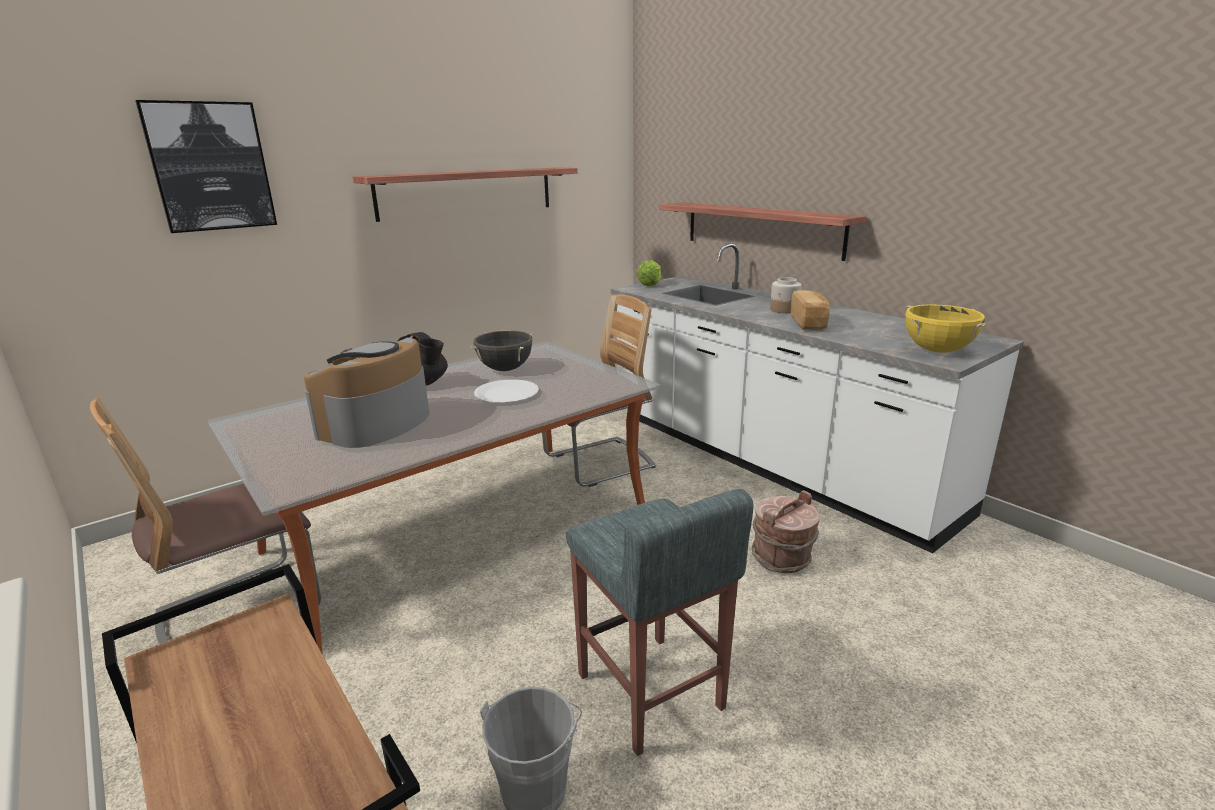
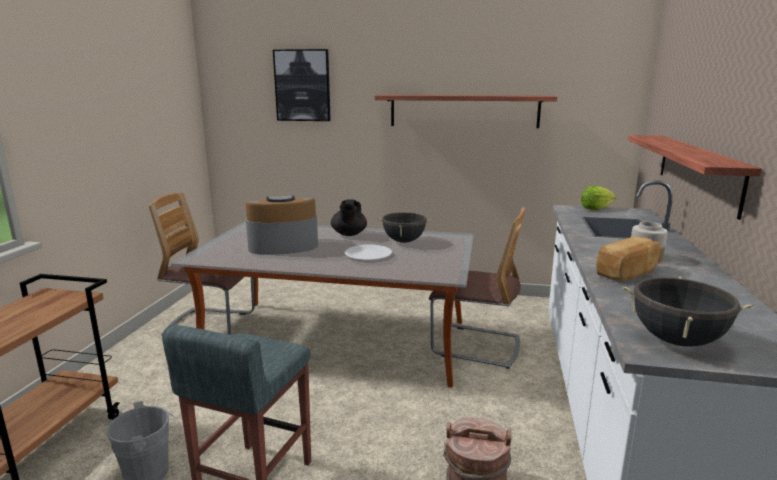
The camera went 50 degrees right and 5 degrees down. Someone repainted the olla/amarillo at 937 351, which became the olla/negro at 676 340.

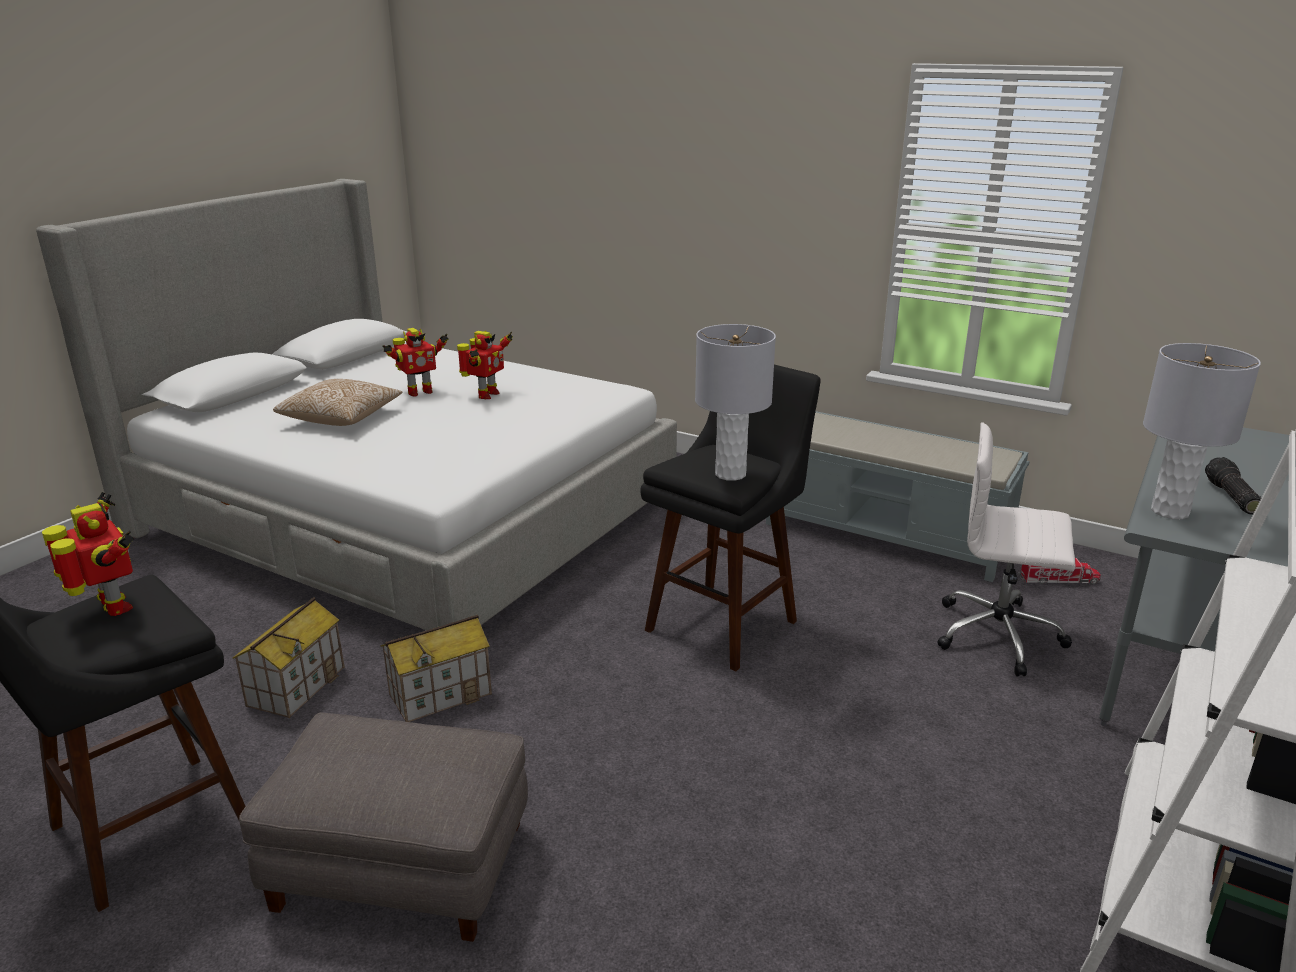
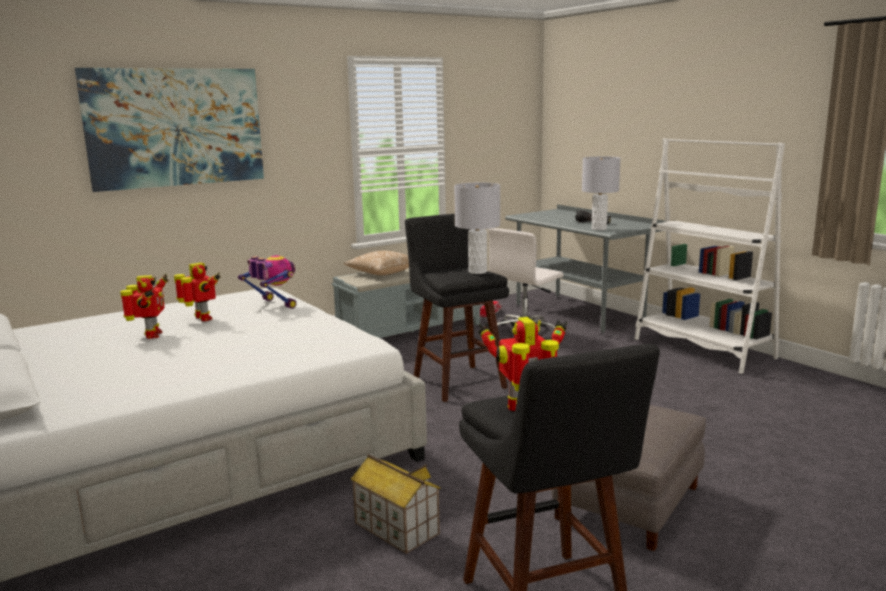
The camera went 65 degrees left and 10 degrees down. Someone took away the casita at 441 693. Someone put up the cuadro at 176 127. Someone put down the robot de juguete at 273 305. Someone carried the cojín from 341 418 to 381 273.

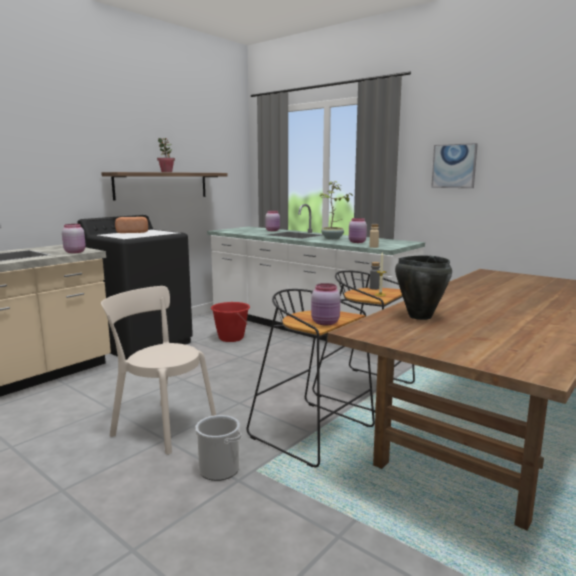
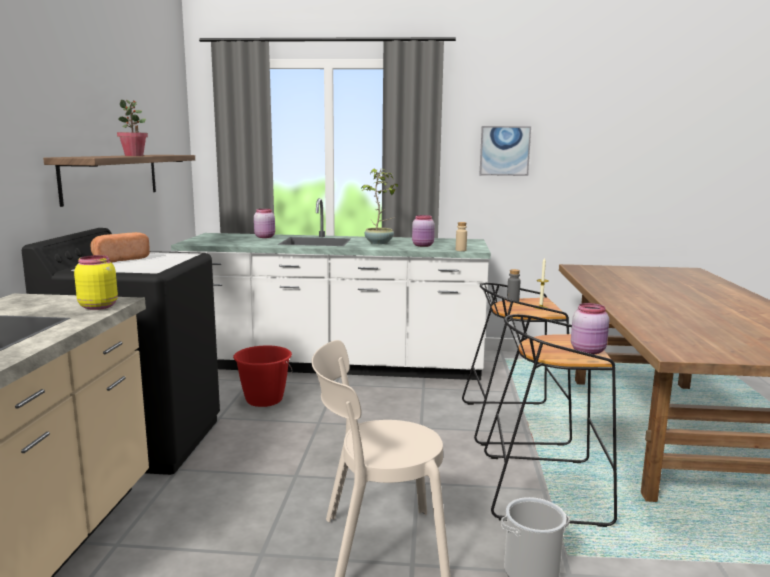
The camera went 35 degrees left and 0 degrees up. Someone took away the olla/negro at 419 316. Someone repainted the tarro/rosa at 75 252, which became the tarro/amarillo at 98 306.

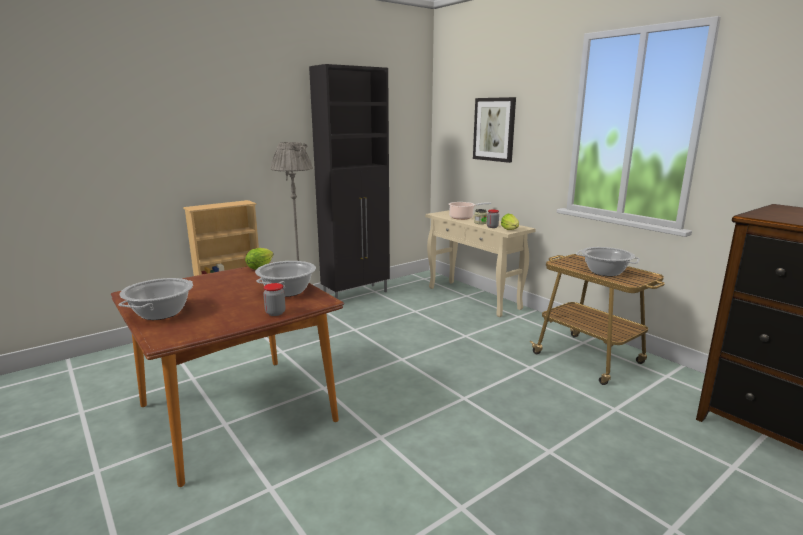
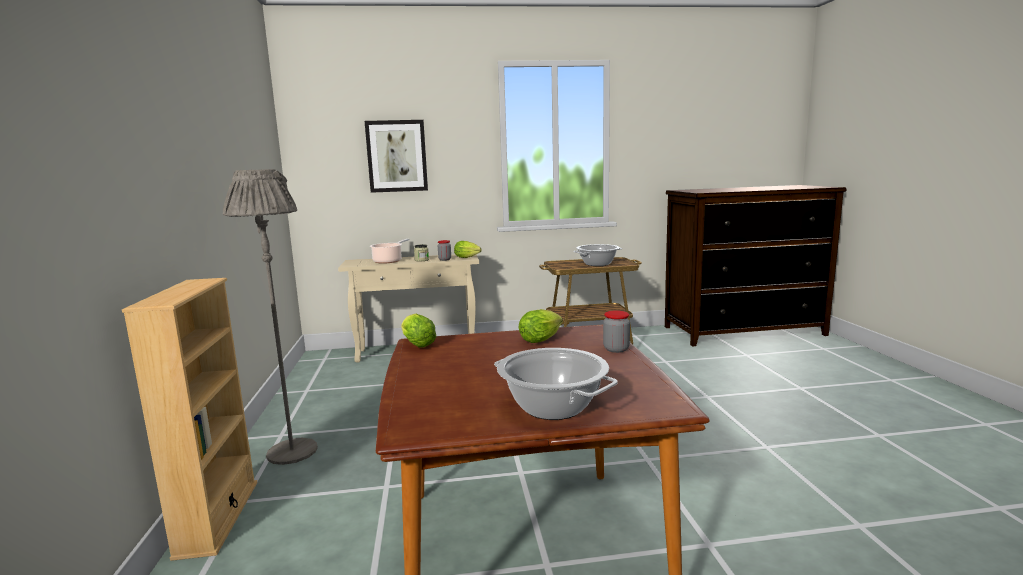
The camera went 60 degrees left and 5 degrees down. Someone took away the armario/negro at 357 294. Someone swapped the olla at 287 291 for the lechuga at 542 339.

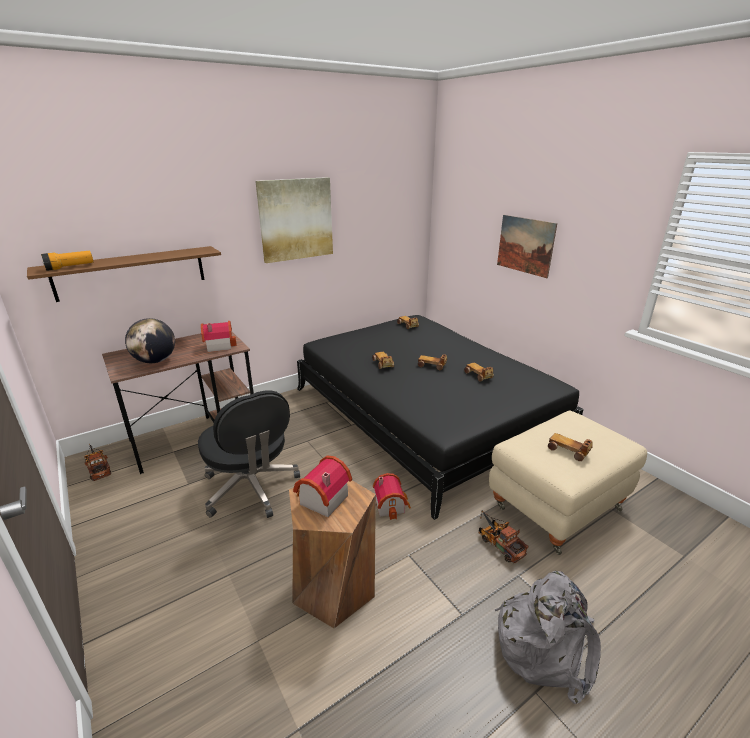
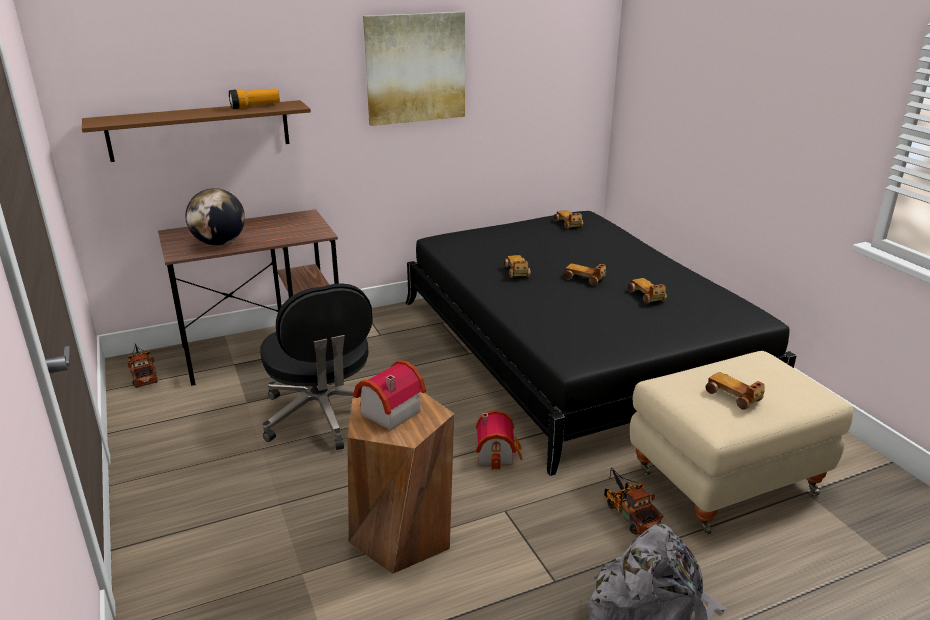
The camera went 10 degrees right and 0 degrees up. Someone took away the casita at 218 345. Someone took away the cuadro at 525 245. Someone carried the linterna from 70 267 to 255 106.

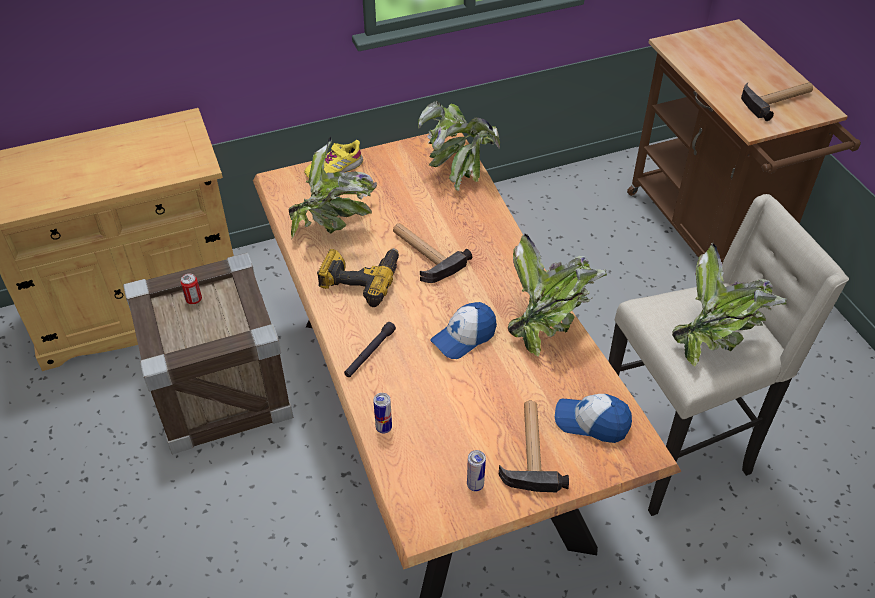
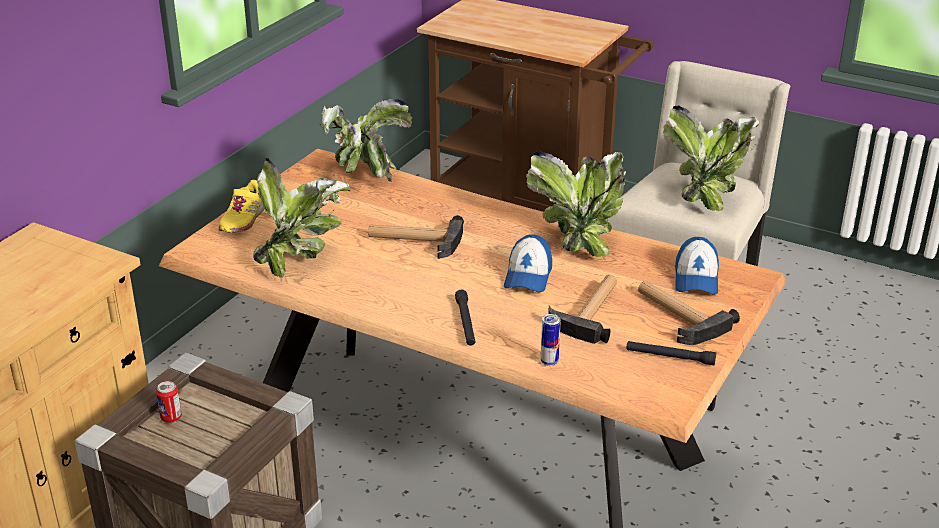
The camera went 40 degrees left and 15 degrees down. Someone took away the taladro at 360 279. Someone carried the martillo from 778 100 to 591 311. Someone swapped the lata at 475 485 for the linterna/negro at 670 357. Someone rotated the gorra at 592 422 by 60 degrees counterclockwise.

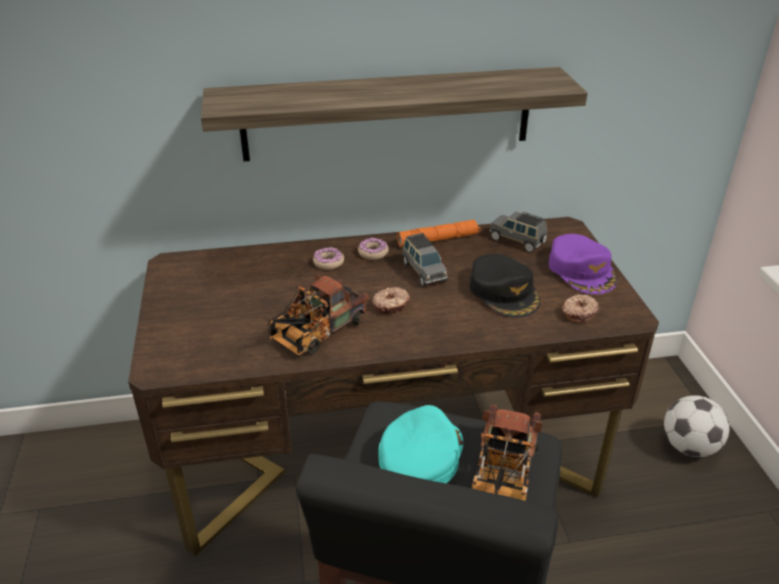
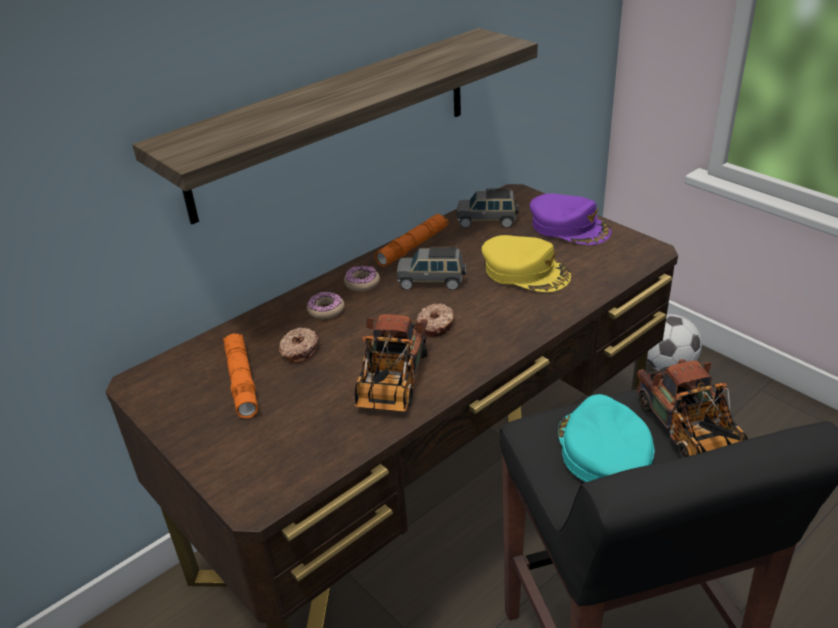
The camera went 30 degrees left and 0 degrees up. Someone put down the linterna/naranja at 241 381. Someone carried the rosquilla from 578 313 to 299 350. Someone repainted the gorra/negro at 504 292, which became the gorra/amarillo at 525 271. Someone rotated the coche de juguete/gris at 423 272 by 150 degrees clockwise.

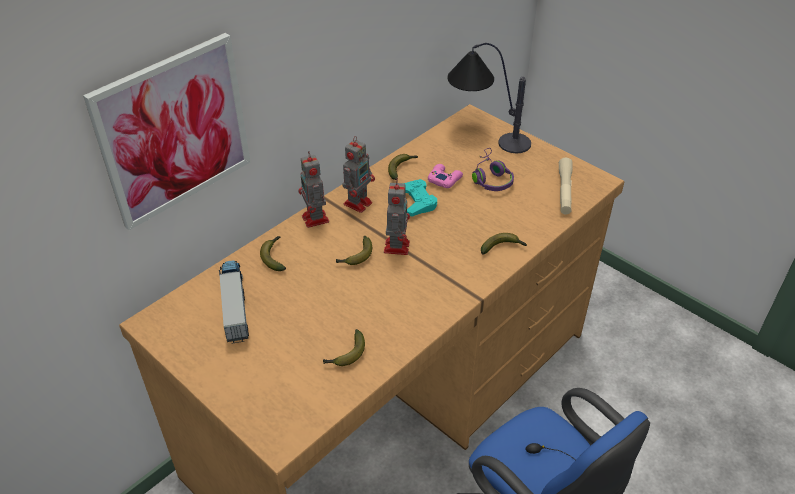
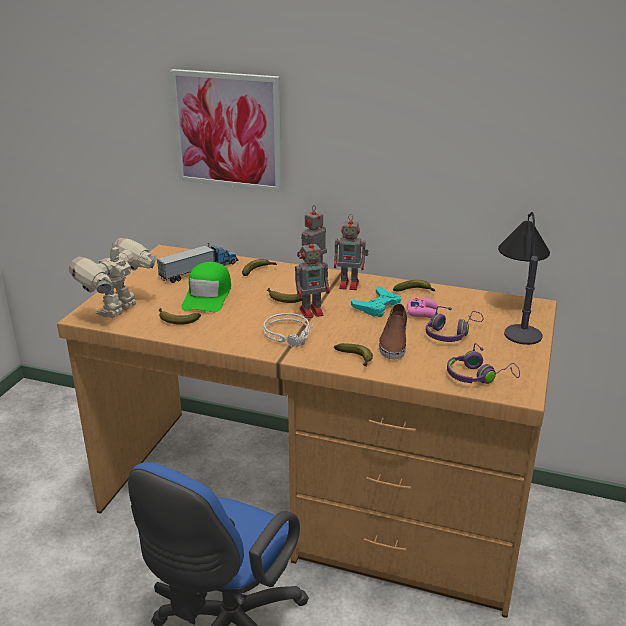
The camera went 65 degrees right and 15 degrees down. Someone put down the robot de juguete at 120 311. Someone put down the gorra/verde at 208 296. Someone put down the auriculares/gris at 290 335. Someone put down the zapato/marrón at 393 341. Someone swapped the linterna/beis at 564 191 for the auriculares/morado at 478 376.

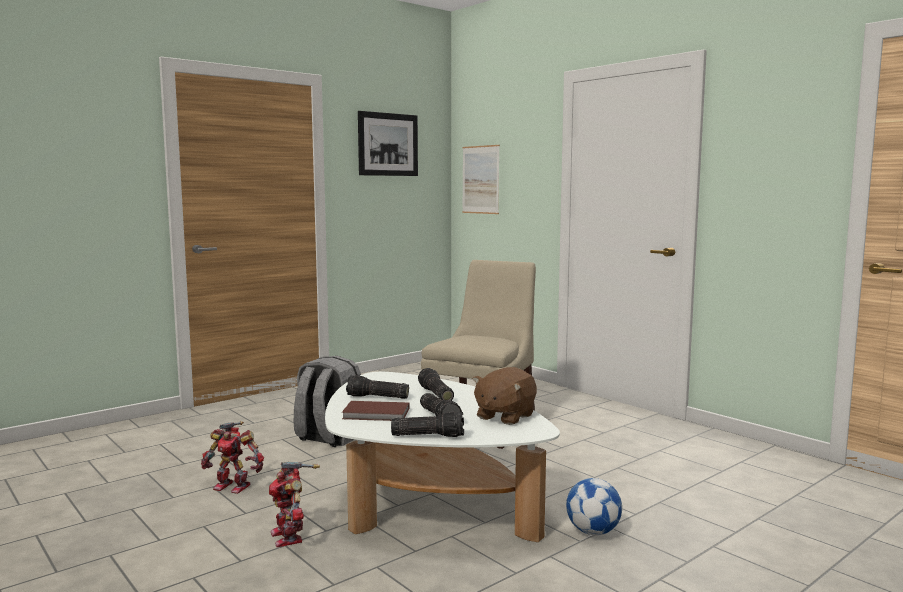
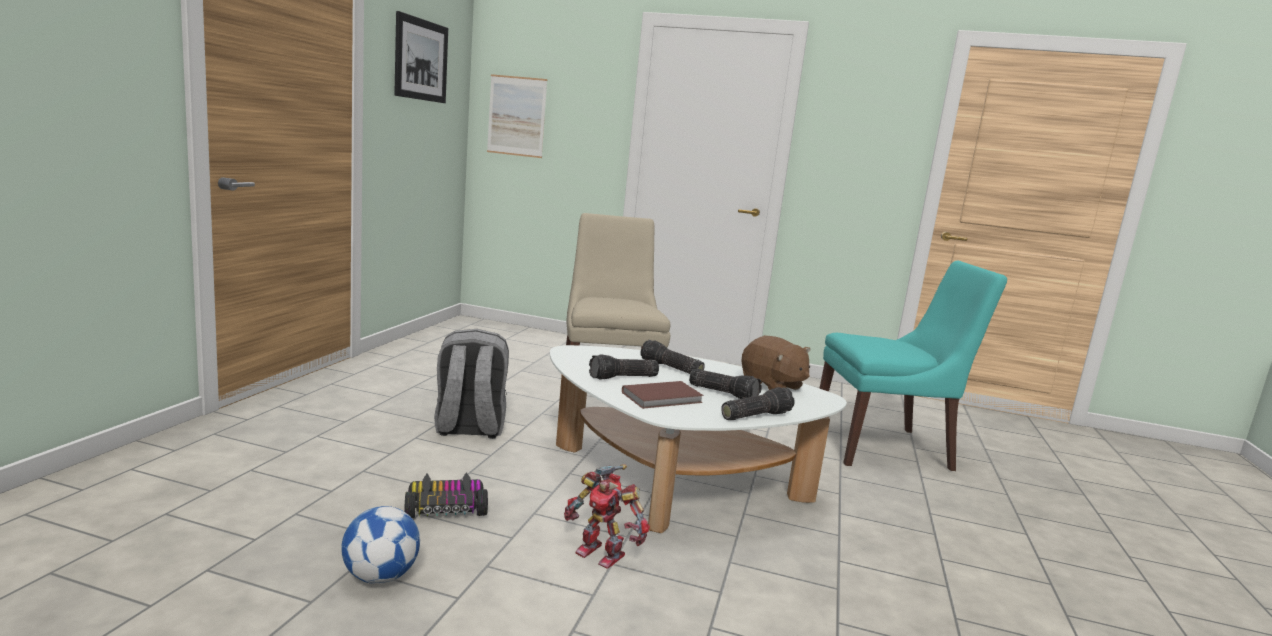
The camera went 35 degrees left and 5 degrees up. Someone put down the silla/turquesa at 885 447. Someone carried the balón de fútbol from 593 531 to 380 576. Someone swapped the robot de juguete at 233 486 for the coche de juguete at 445 508. Someone rotated the peluche/marrón at 504 416 by 45 degrees counterclockwise.

